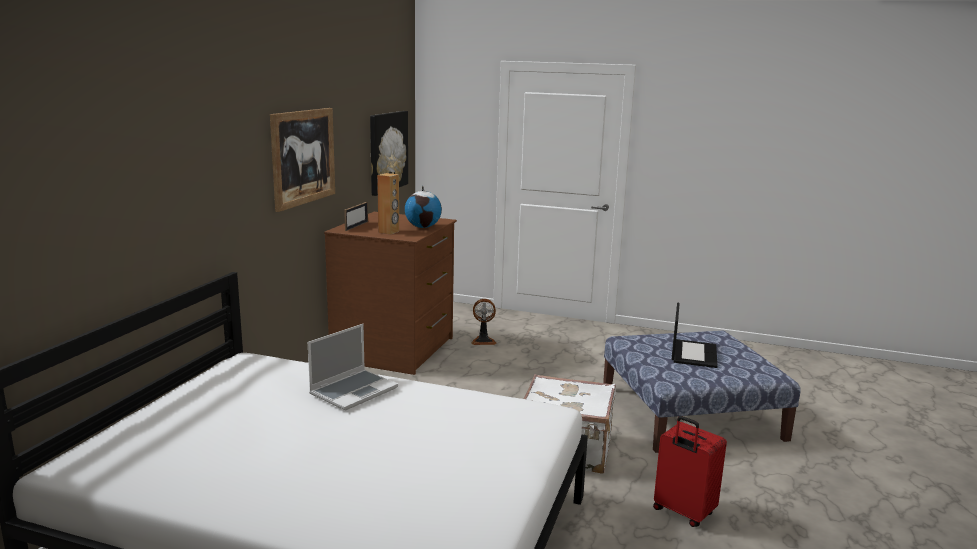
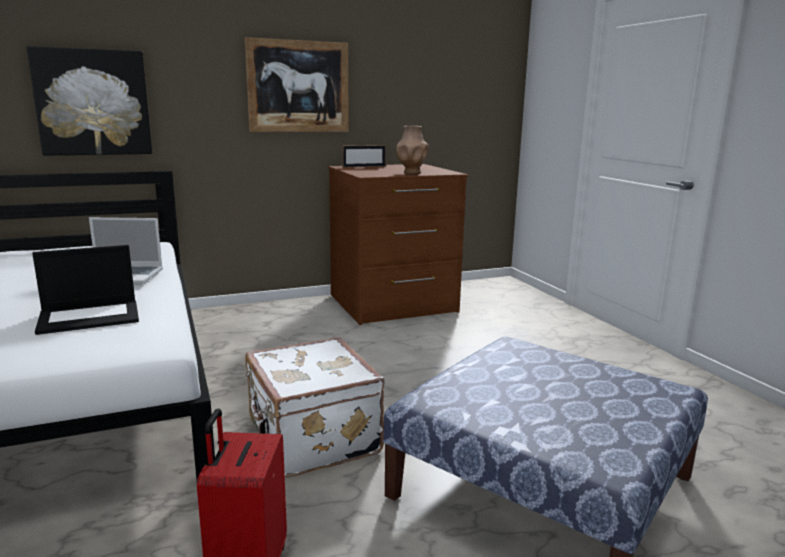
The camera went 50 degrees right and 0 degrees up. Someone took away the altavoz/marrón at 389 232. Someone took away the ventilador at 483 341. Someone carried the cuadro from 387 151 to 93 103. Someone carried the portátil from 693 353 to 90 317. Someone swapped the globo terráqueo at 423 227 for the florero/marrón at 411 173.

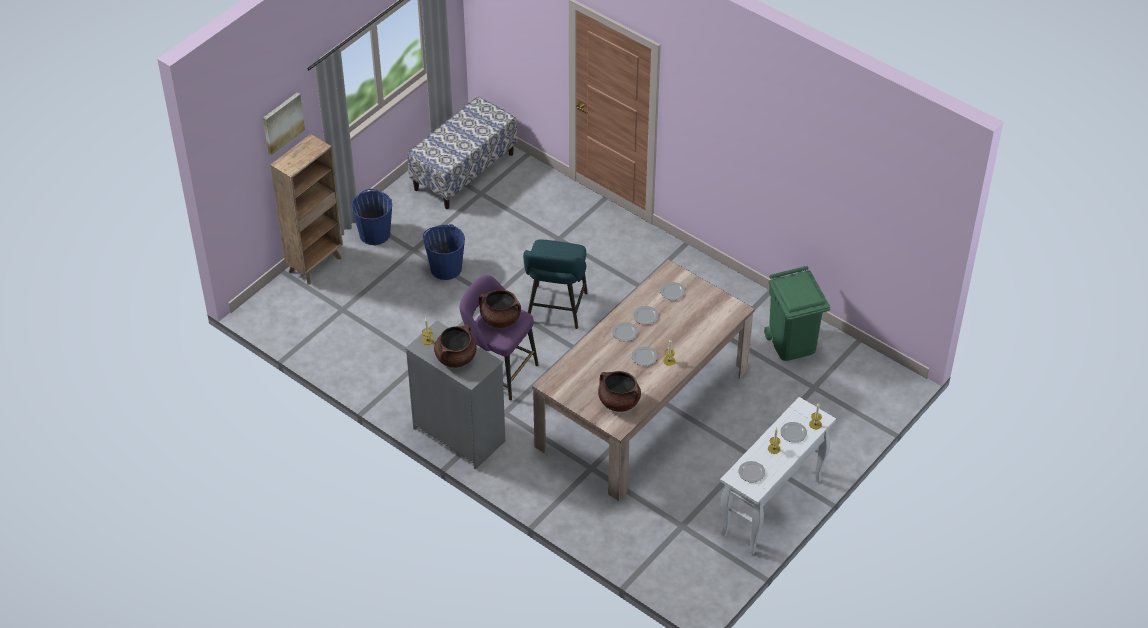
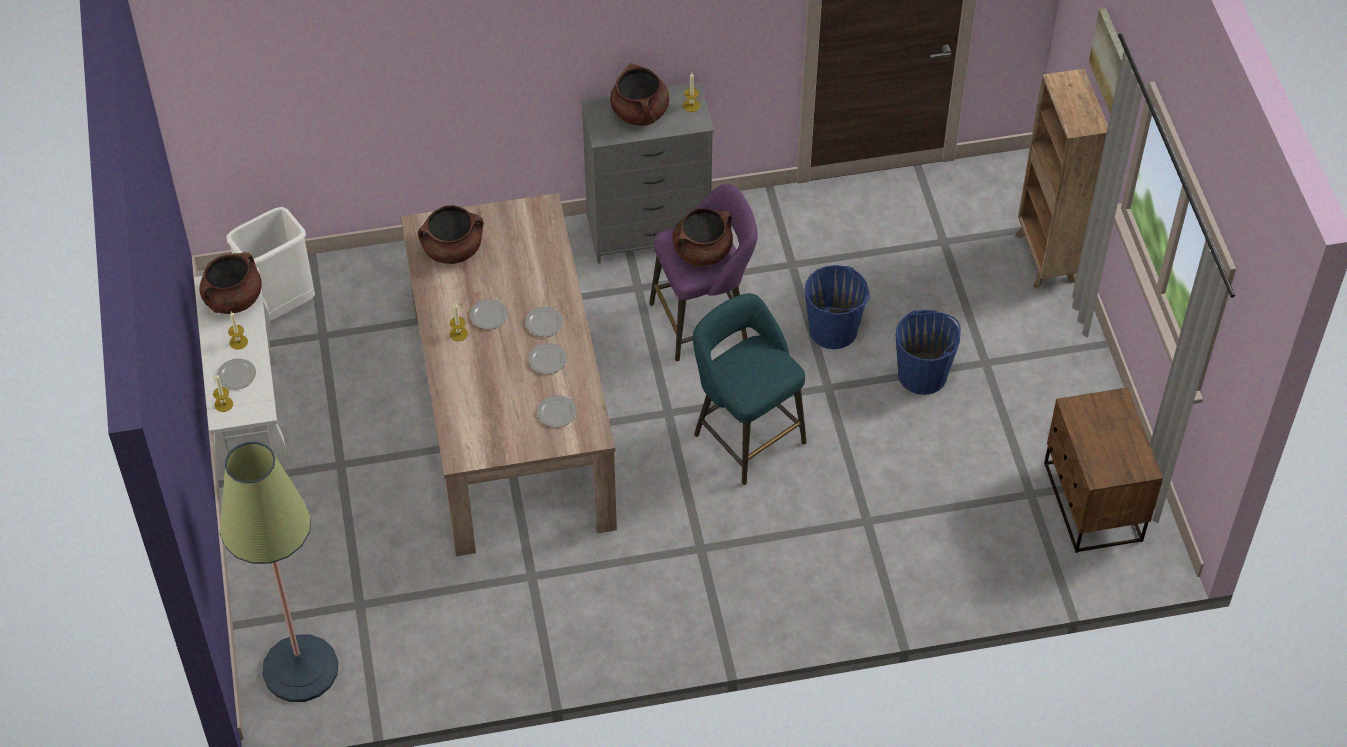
The camera went 130 degrees right and 5 degrees up. Someone took away the papelera/verde at 792 343. Someone put down the lámpara de pie at 300 669. Someone put down the papelera/blanco at 281 306. Someone carried the cubo/azul from 374 233 to 833 330. Someone swapped the banco at 464 171 for the mesita de noche/marrón at 1091 503. Someone swapped the plato at 752 472 for the olla/marrón at 233 299.

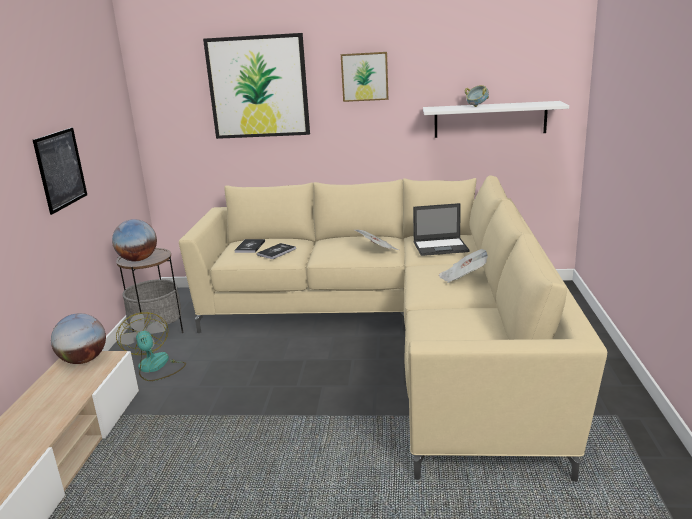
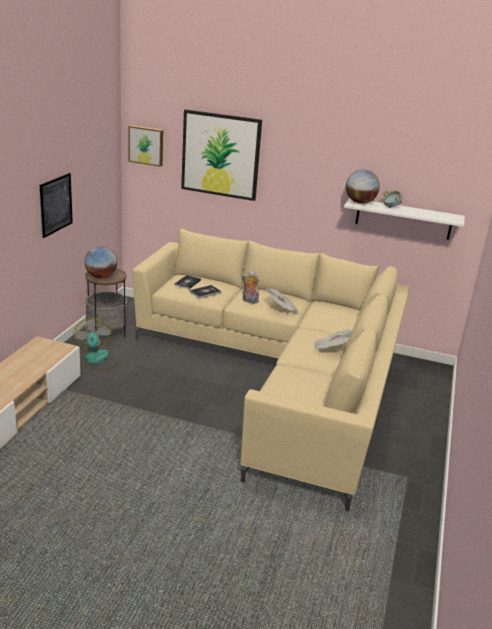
The camera went 10 degrees right and 5 degrees up. Someone took away the portátil at 441 247. Someone put down the peluche at 249 301. Someone carried the globo terráqueo from 84 360 to 360 203. Someone carried the cuadro from 365 76 to 146 145.

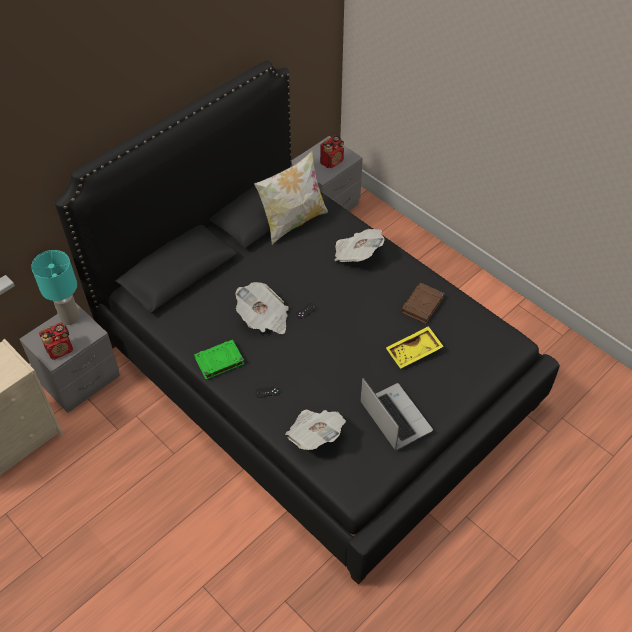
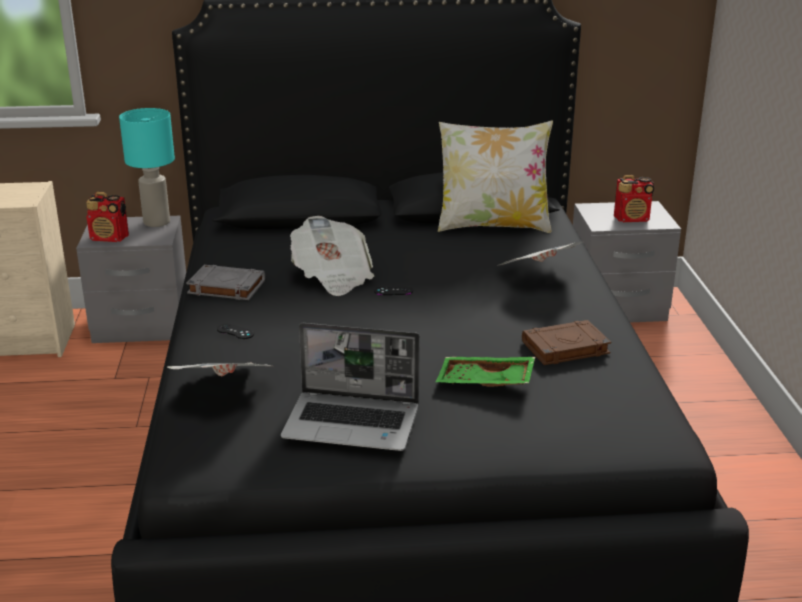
The camera went 40 degrees right and 25 degrees down. Someone repainted the libro/verde at 219 361, which became the libro/gris at 225 287. Someone repainted the bandeja/amarillo at 414 352, which became the bandeja/verde at 485 383. Someone rotated the portátil at 394 417 by 90 degrees clockwise.

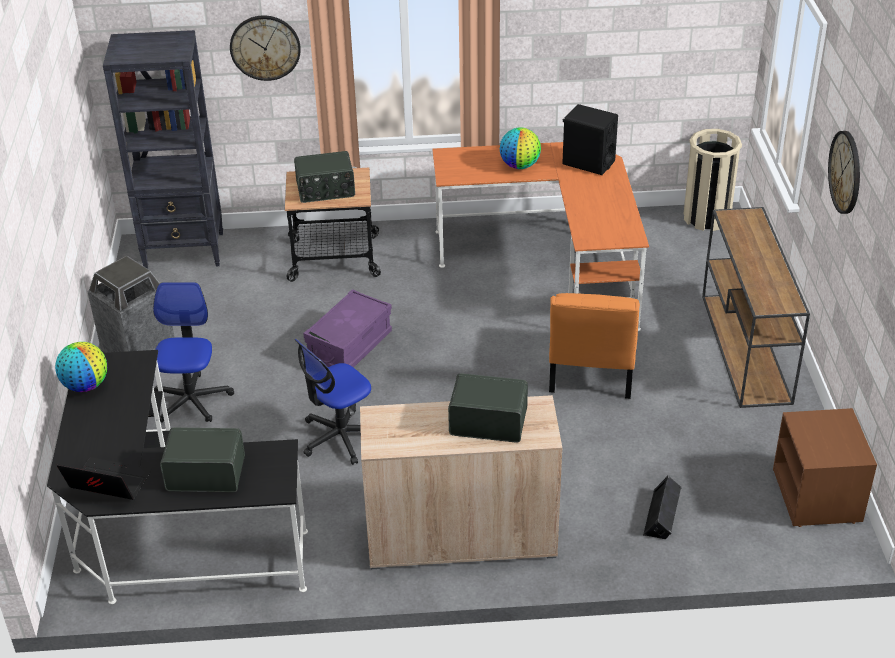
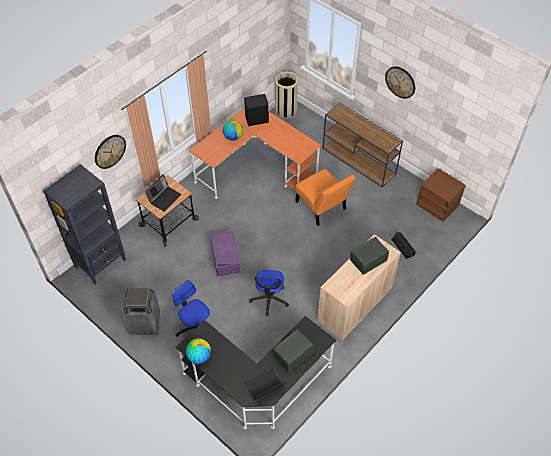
The camera went 45 degrees left and 15 degrees up. Someone swapped the radio at 325 190 for the portátil at 164 198.

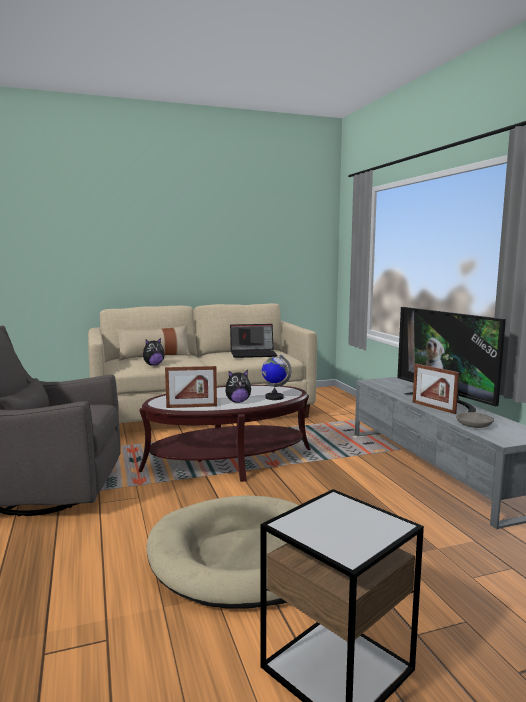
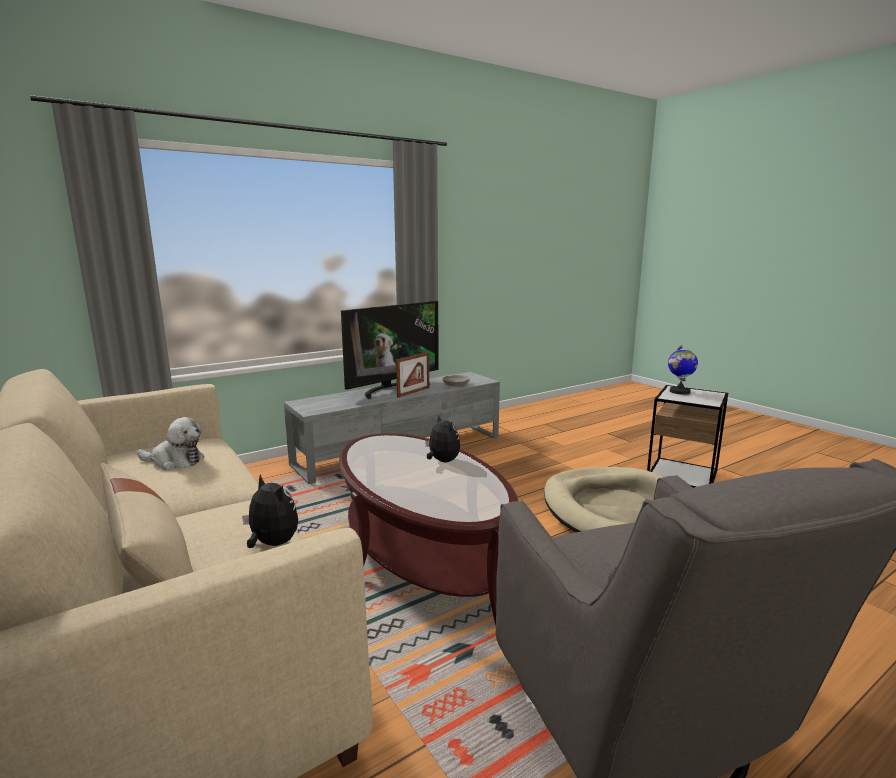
The camera went 105 degrees left and 5 degrees up. Someone took away the portarretratos at 191 406. Someone carried the globo terráqueo from 274 397 to 679 391. Someone swapped the portátil at 254 354 for the peluche at 175 461.

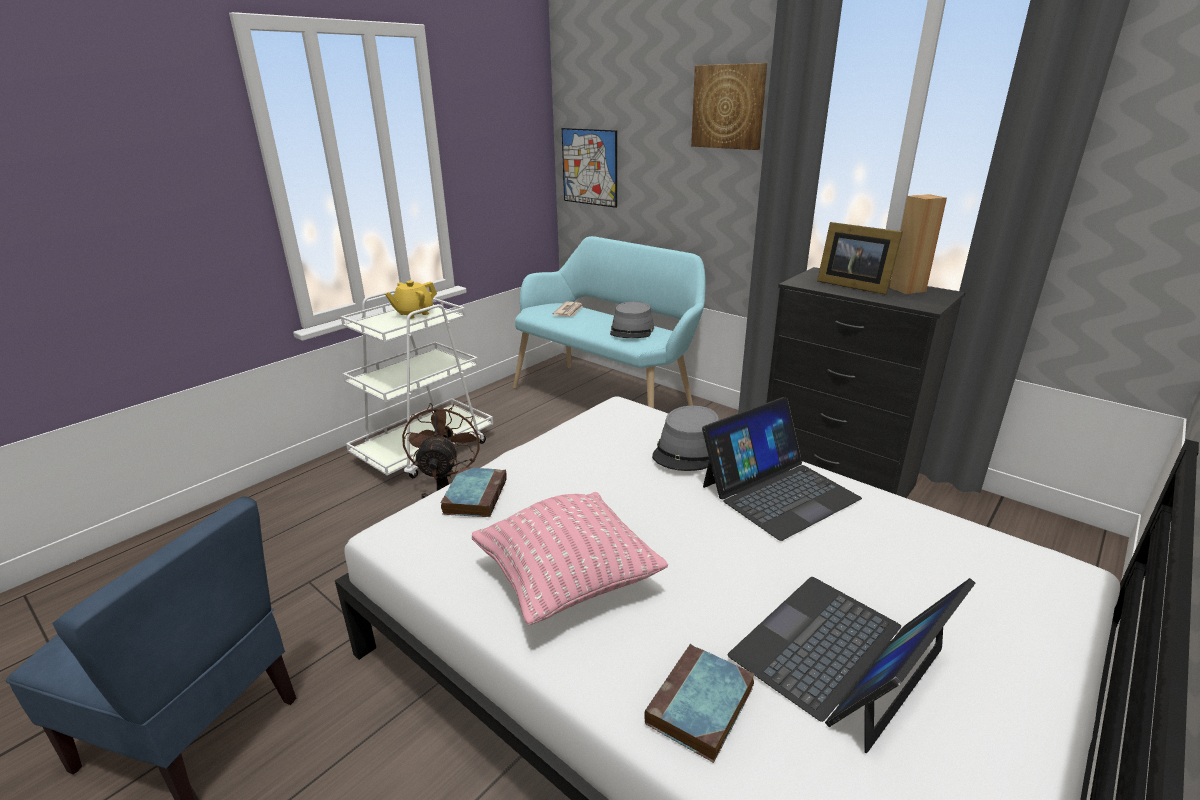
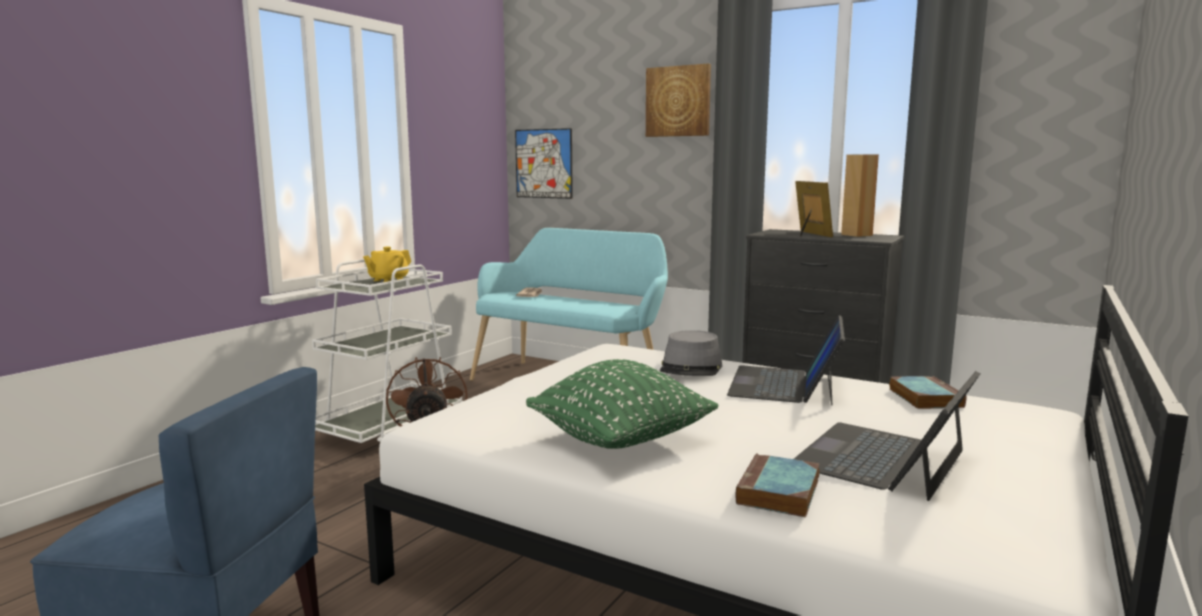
The camera went 10 degrees left and 15 degrees down. Someone took away the sombrero/gris at 632 330. Someone carried the libro from 475 496 to 924 397. Someone repainted the cojín/rosa at 567 582, which became the cojín/verde at 620 441. Someone rotated the portátil at 778 491 by 150 degrees clockwise. Someone rotated the portarretratos at 852 285 by 135 degrees counterclockwise.

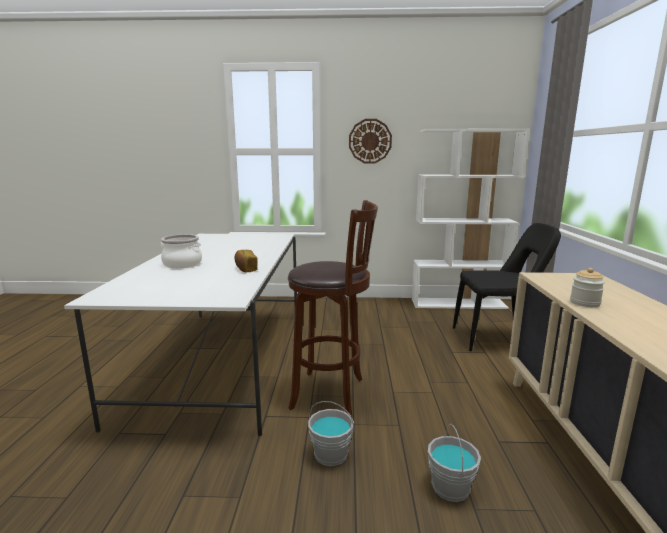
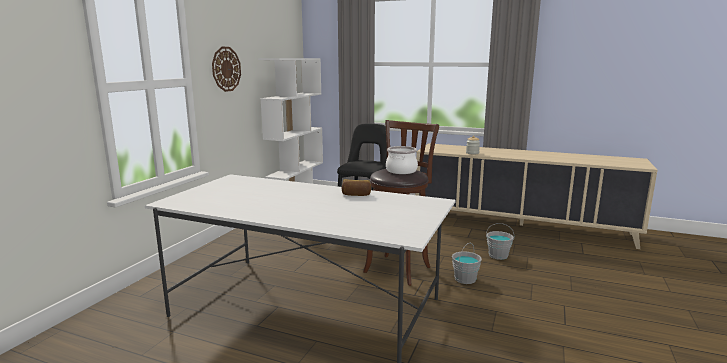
The camera went 70 degrees left and 0 degrees up. Someone carried the olla from 182 264 to 401 171.

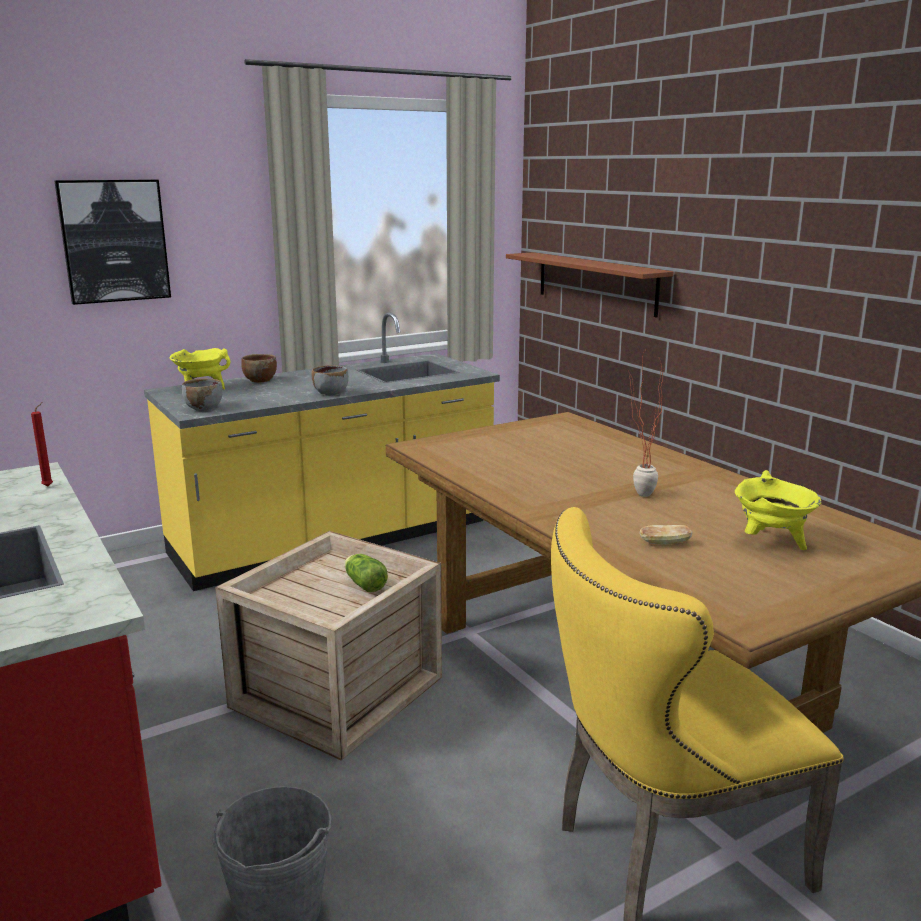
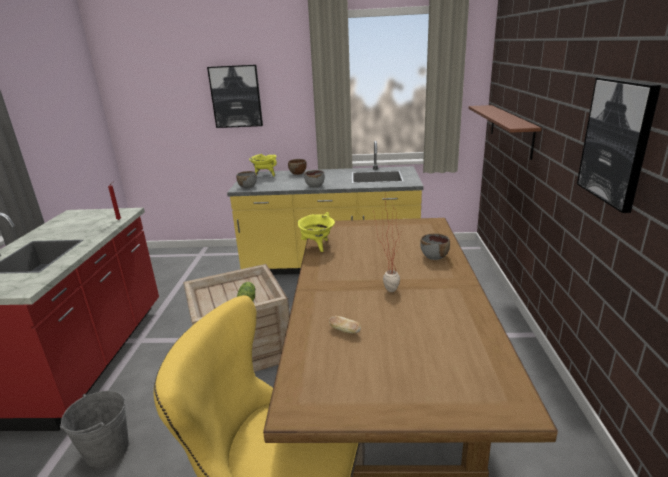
The camera went 35 degrees right and 5 degrees up. Someone put down the cuenco/gris at 434 256. Someone put up the cuadro at 616 141. Someone carried the olla/amarillo from 771 542 to 317 246.

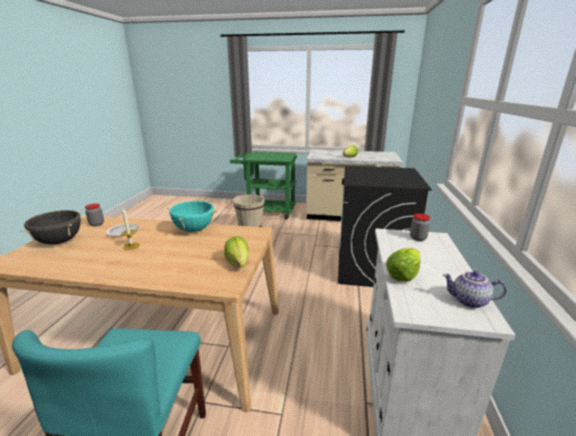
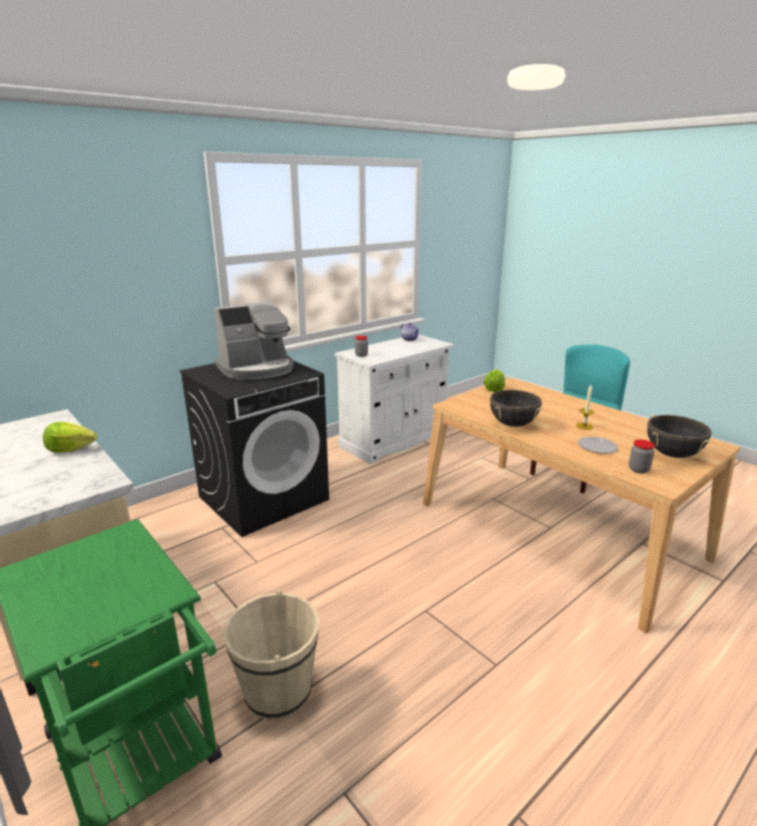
The camera went 140 degrees left and 0 degrees up. Someone took away the lechuga at 403 275. Someone put down the cafetera at 257 369. Someone repainted the olla/turquesa at 194 230, which became the olla/negro at 512 424.

